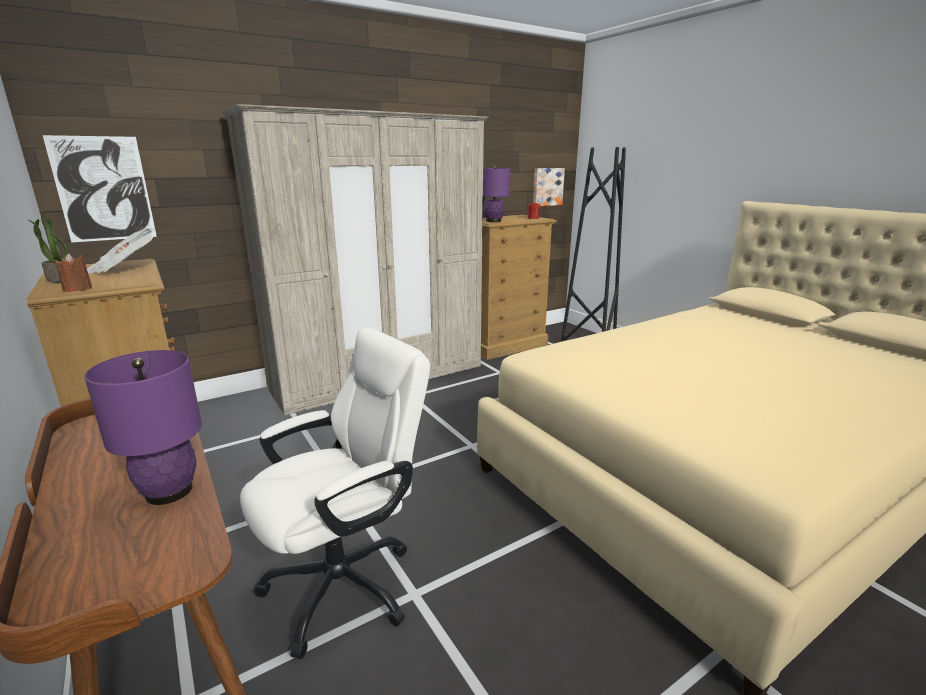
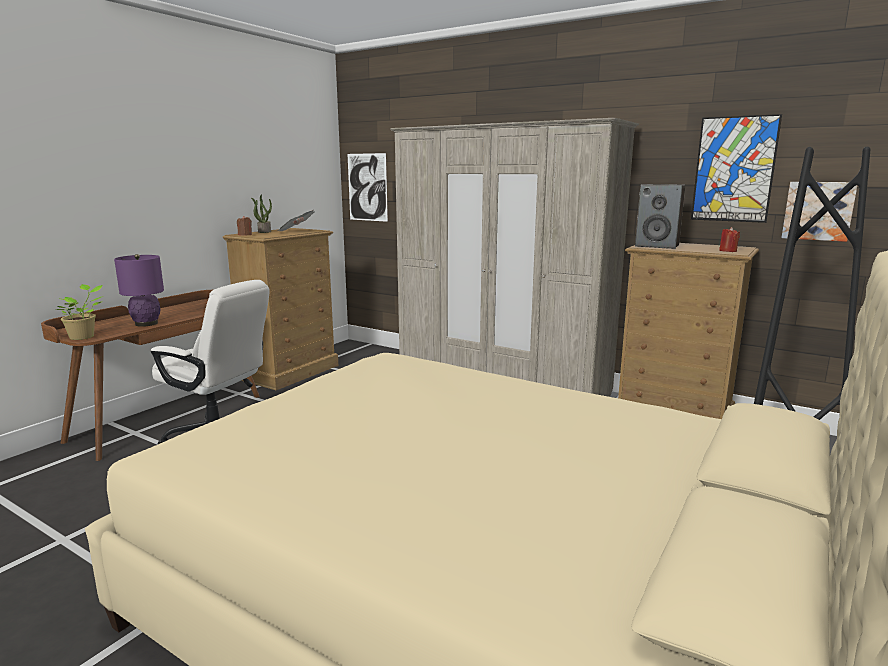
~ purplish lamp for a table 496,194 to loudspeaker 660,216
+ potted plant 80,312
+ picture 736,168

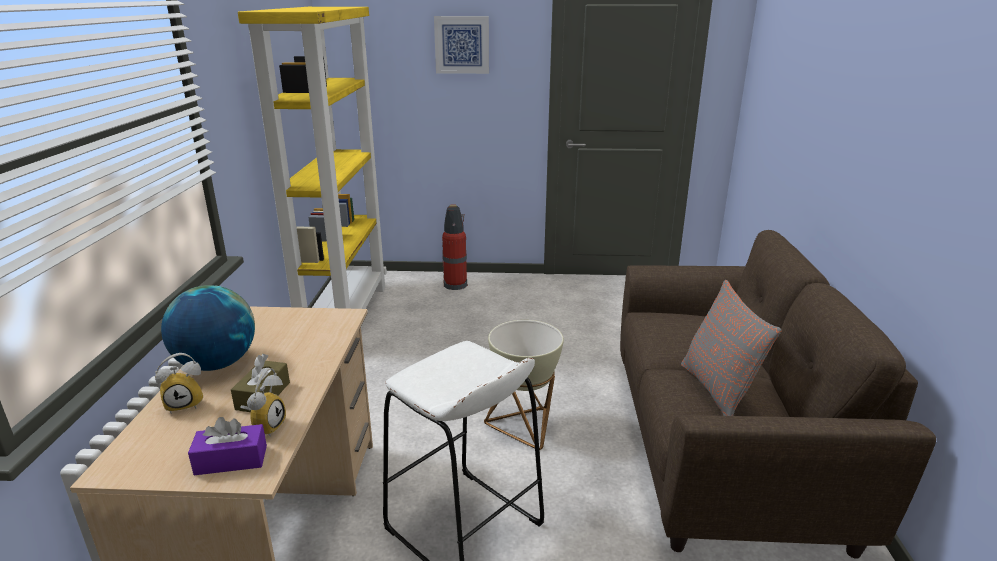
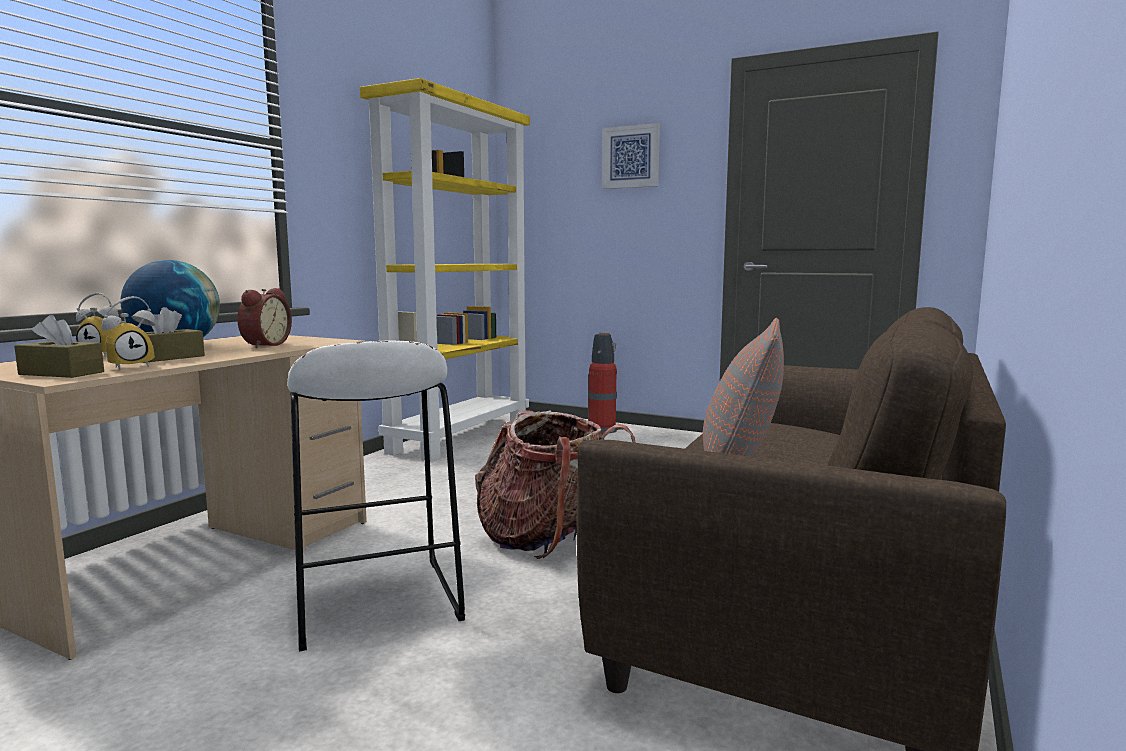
~ purplish tissue holder 227,446 to brown tissue holder 59,346
~ planter 524,385 to knapsack 555,484
+ bedside clock 264,318

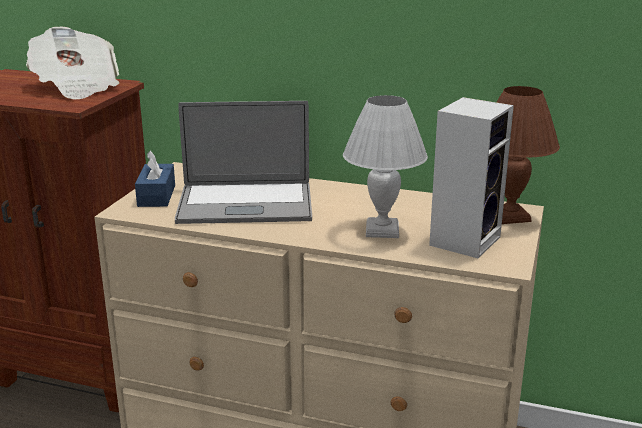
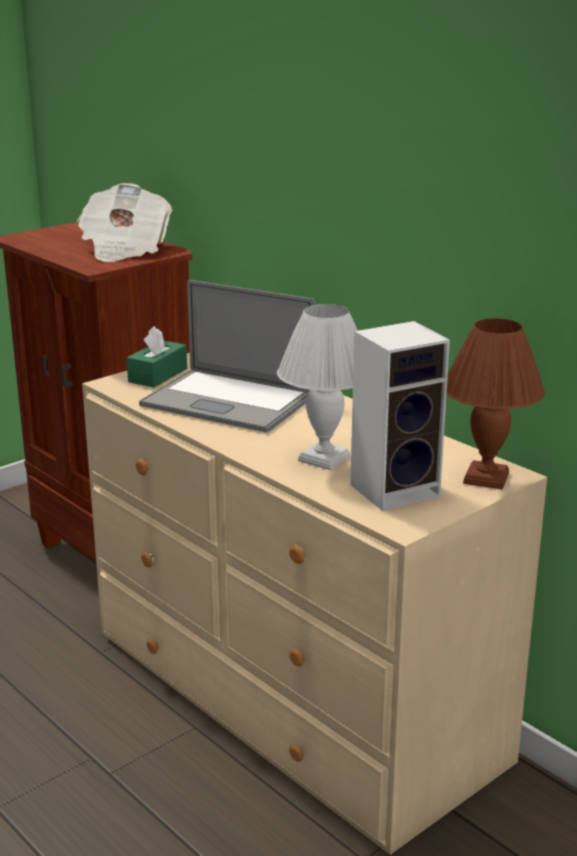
~ blue-coloured tissue holder 155,179 to greenish tissue holder 157,357

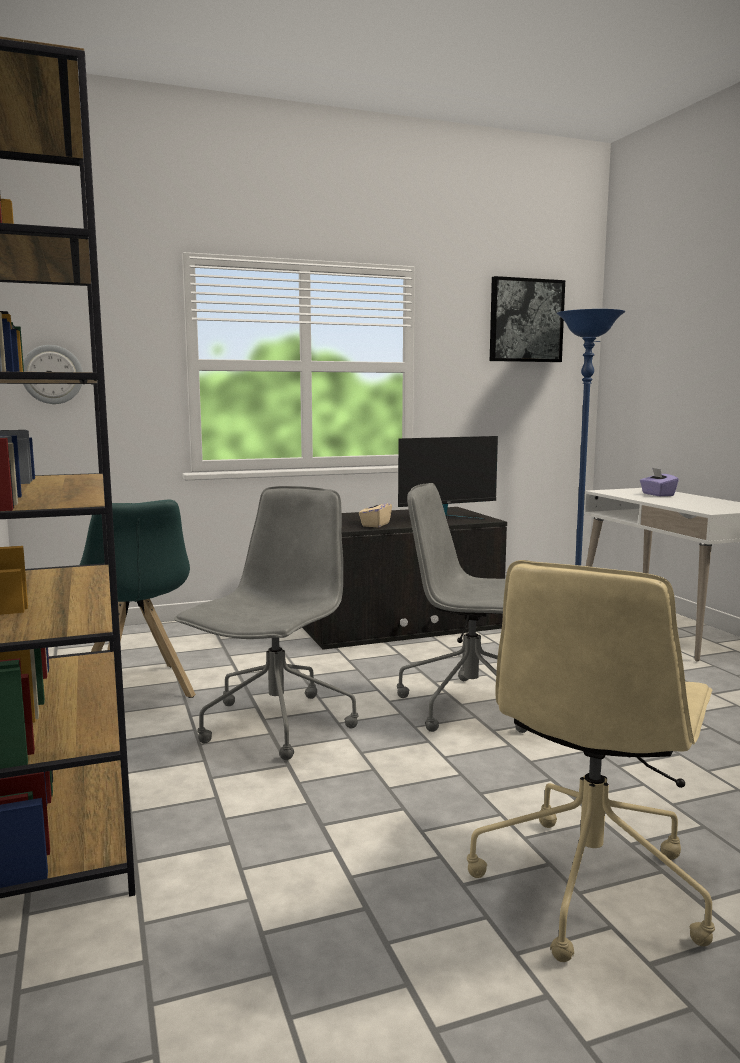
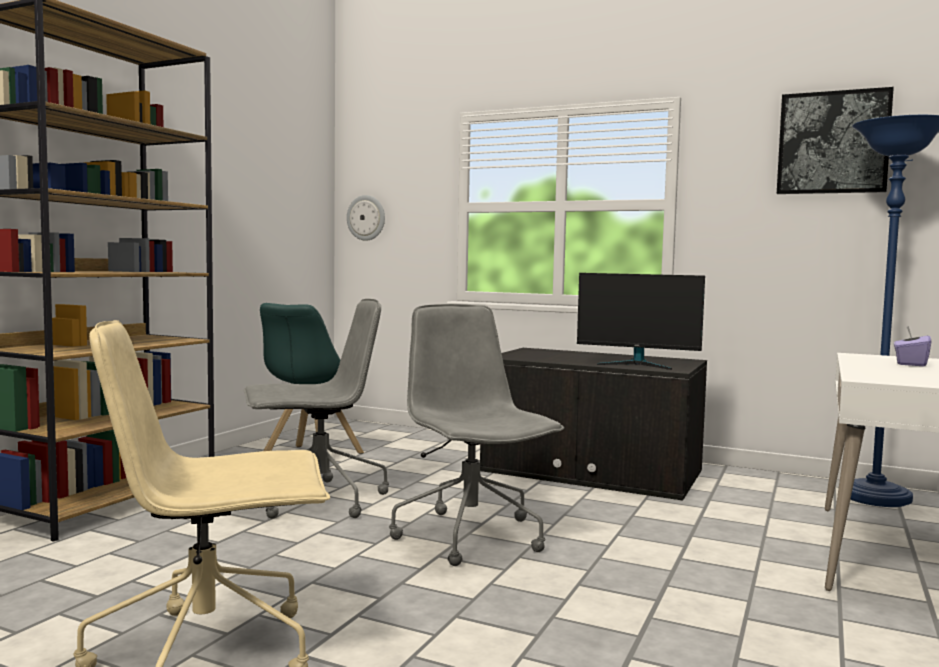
- beige-coloured tissue holder 375,511

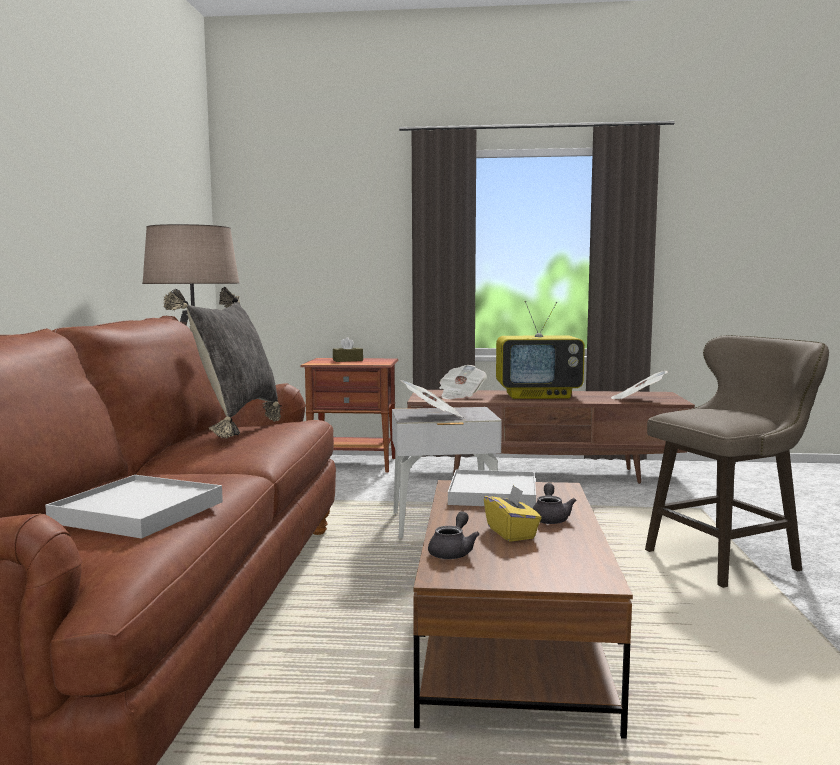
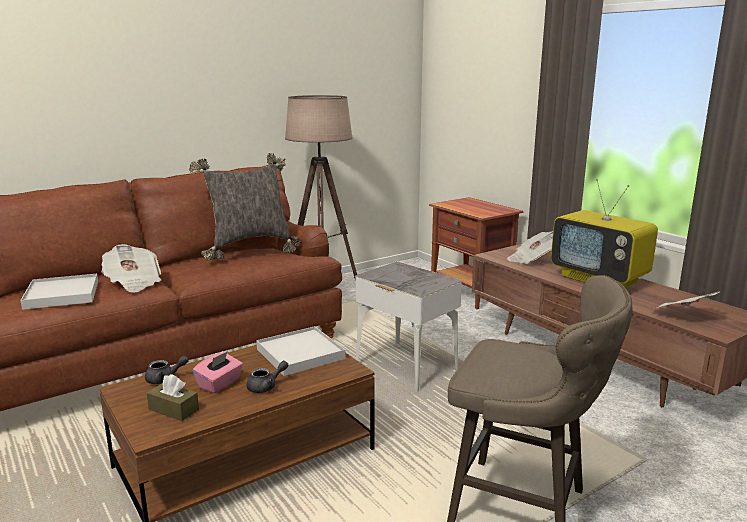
~ brown tissue holder 348,349 to 173,397
~ printed paper 432,399 to 131,268
~ yellowish tissue holder 513,513 to pinkish tissue holder 217,372

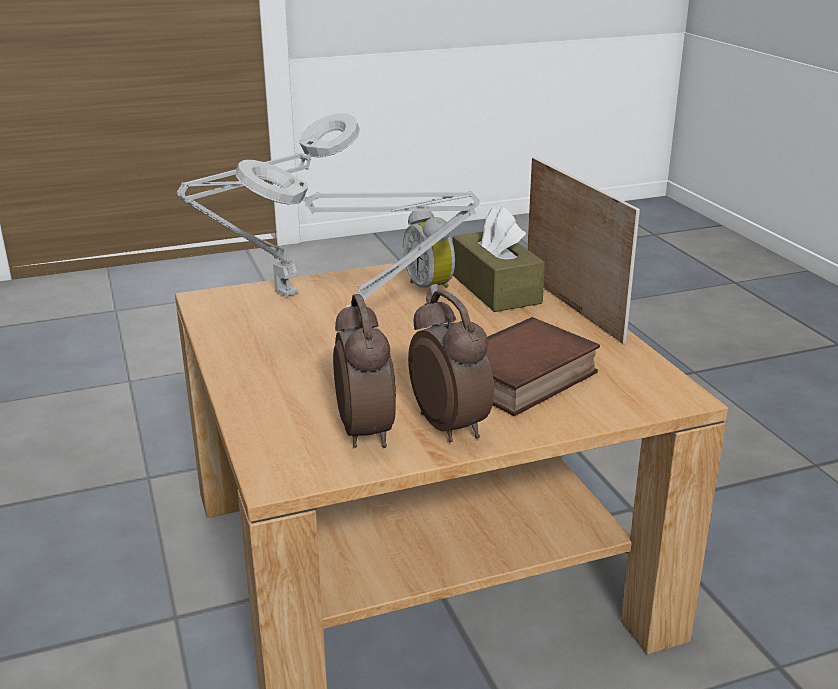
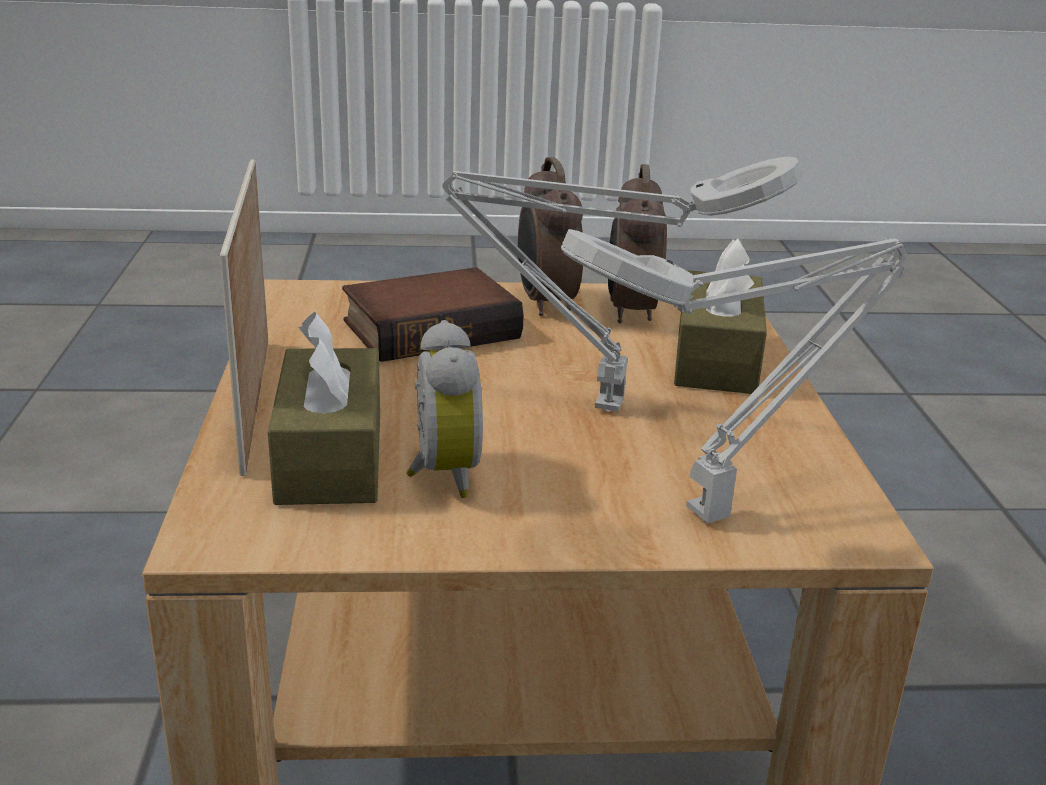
+ brown tissue holder 720,316

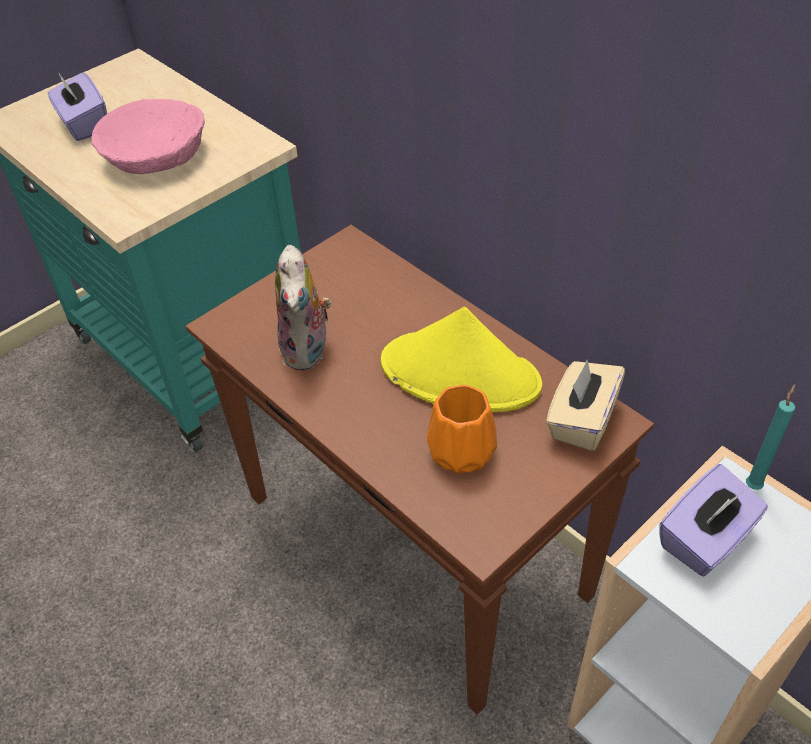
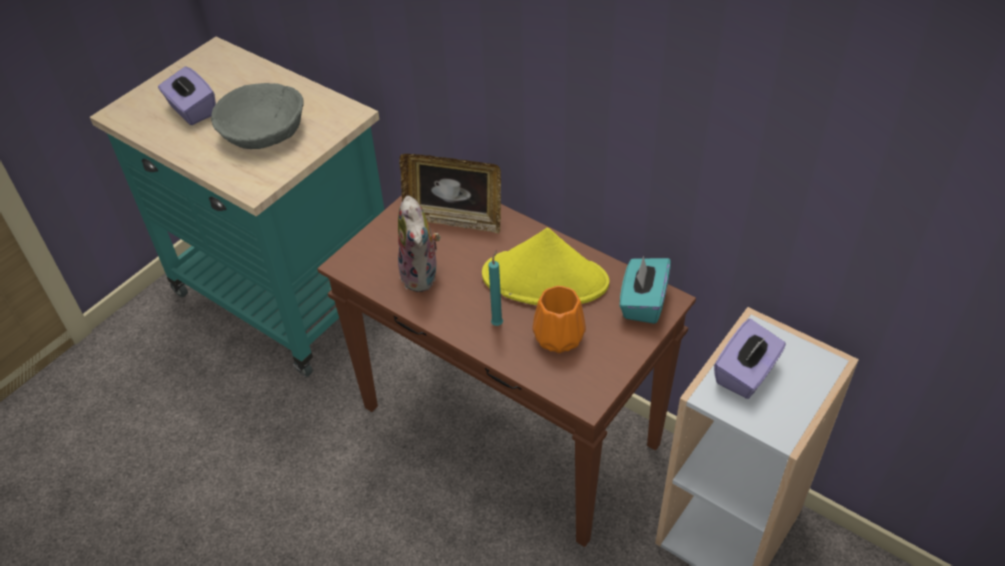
~ pinkish deep dish 148,136 to grey deep dish 257,116
~ beige-coloured tissue holder 585,405 to turquoise-coloured tissue holder 645,290
~ turquoise-coloured wax light 770,437 to 496,287
+ picture frame 450,194

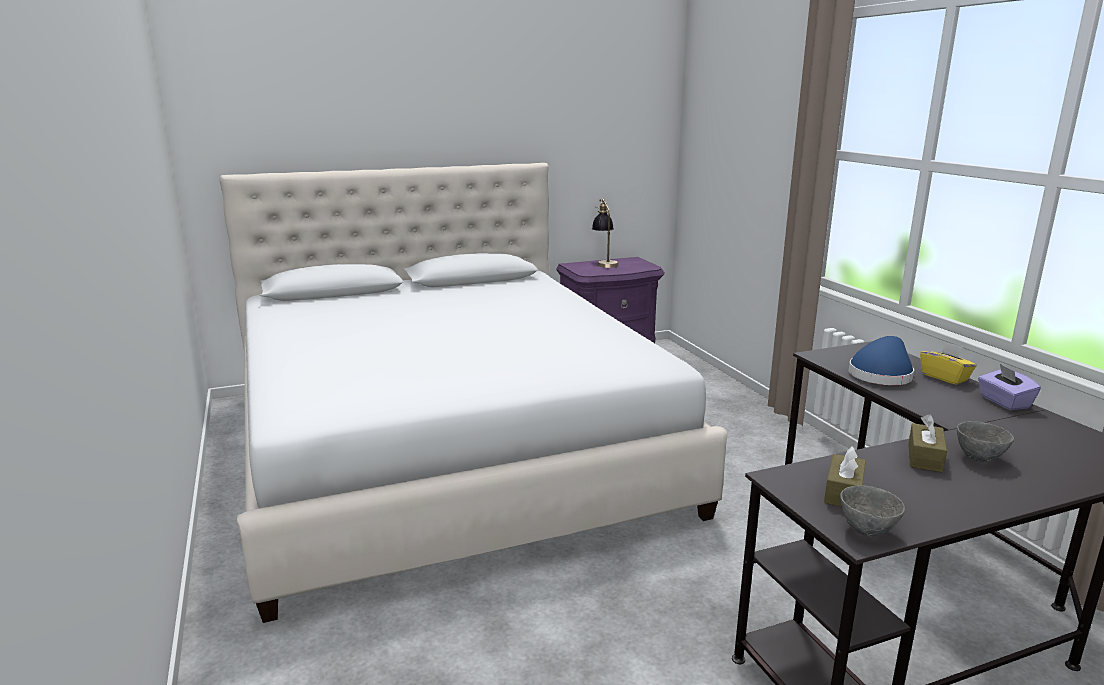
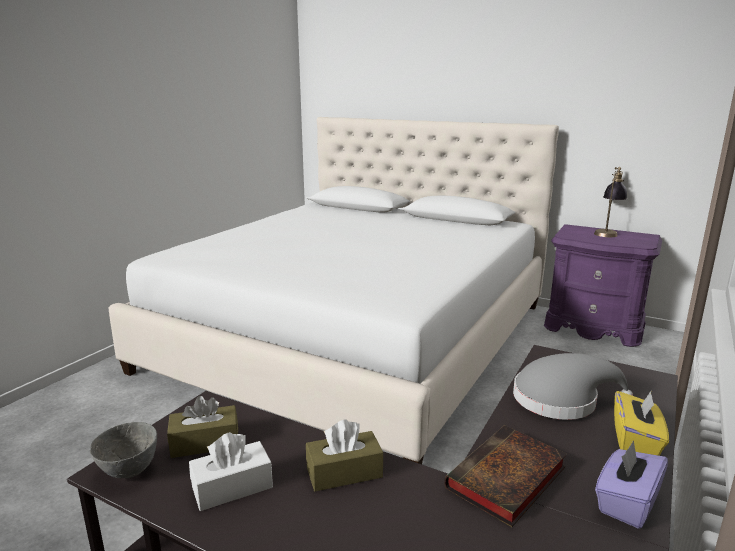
~ blue-coloured clothing hat 881,360 to grey clothing hat 573,386
- grey deep dish 985,441
+ white tissue holder 231,471
+ book 505,476

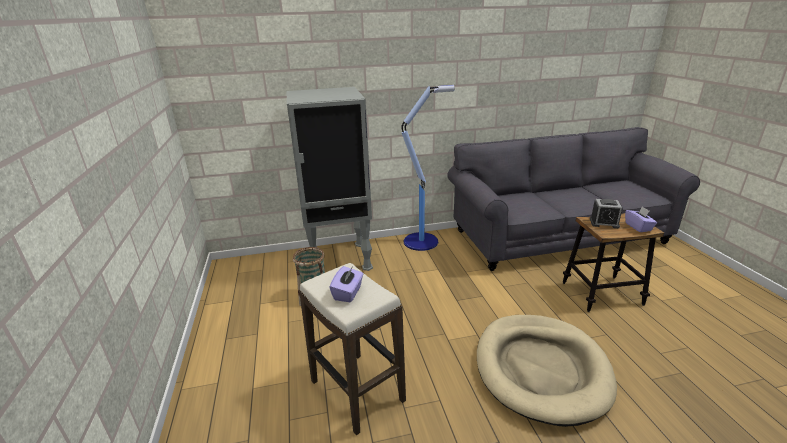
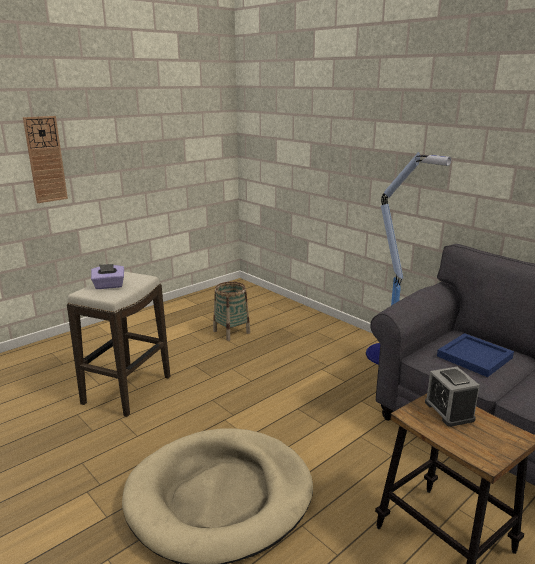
- grey storage cabinet 330,179
- purplish tissue holder 641,219
+ wall clock 45,159
+ blue-coloured carrying tray 475,355

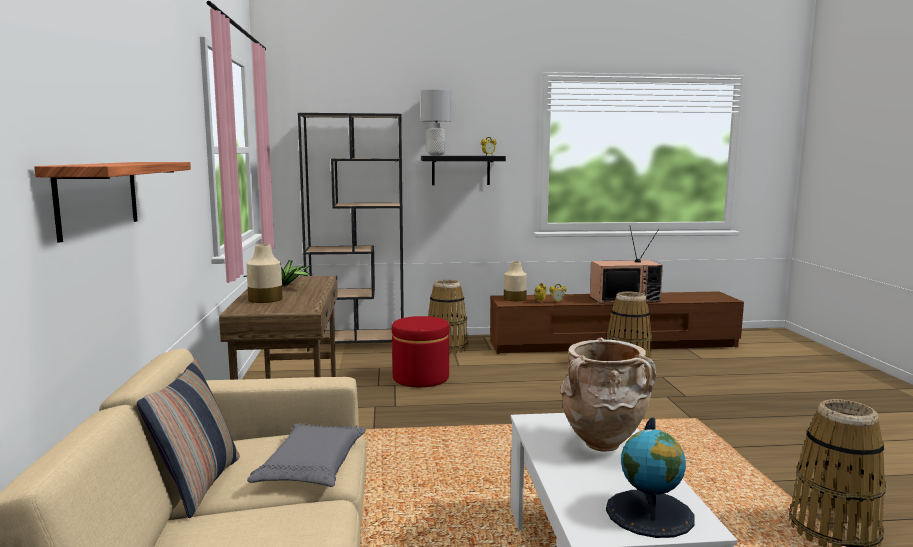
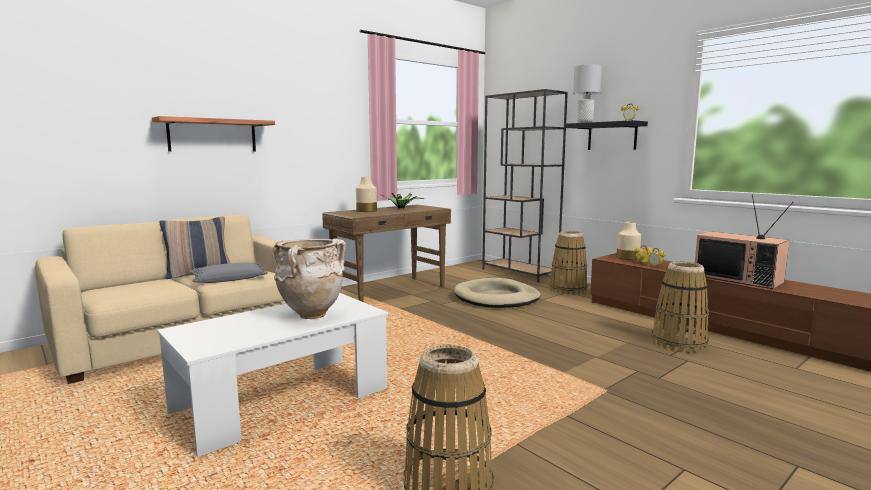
~ red footrest 421,351 to beige-coloured dog cushion 497,293
- desk globe 650,477

